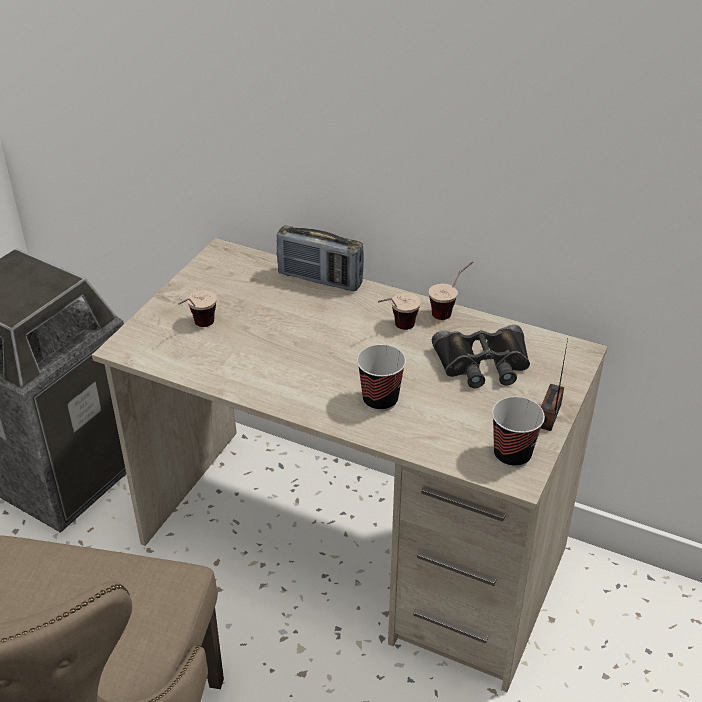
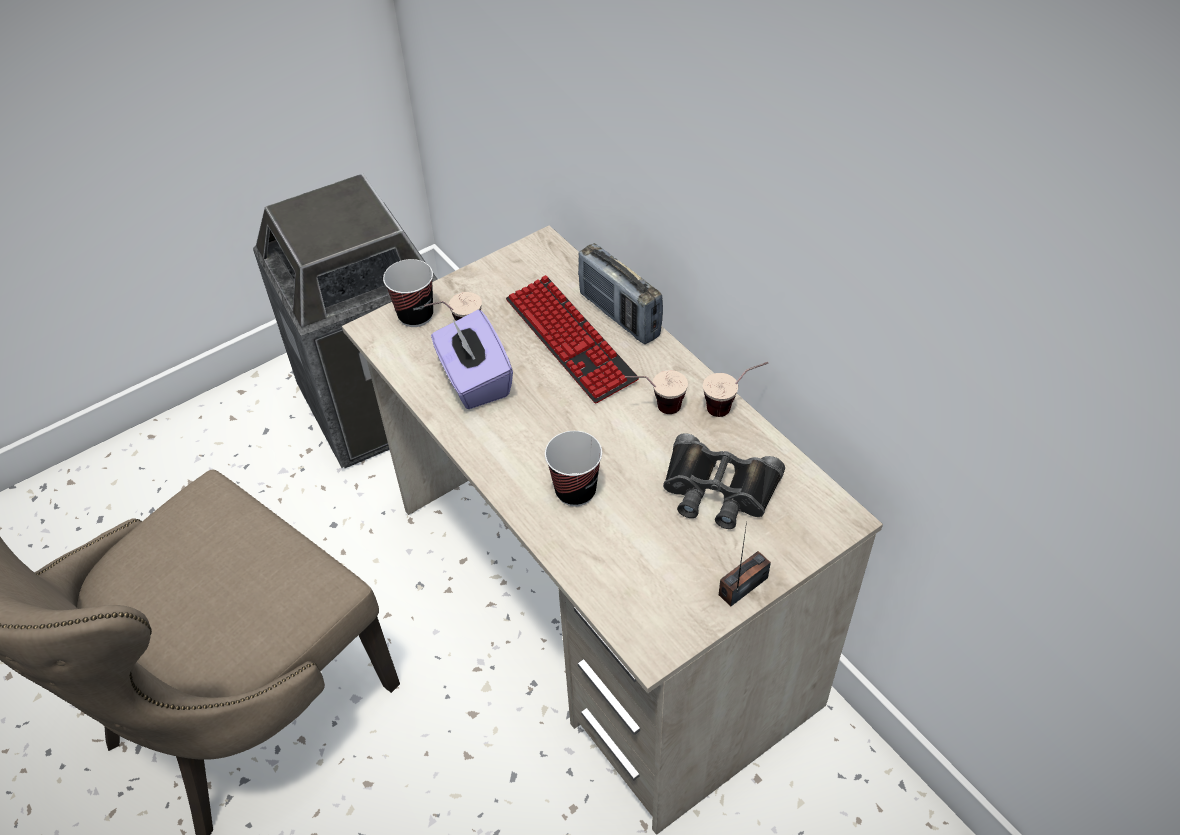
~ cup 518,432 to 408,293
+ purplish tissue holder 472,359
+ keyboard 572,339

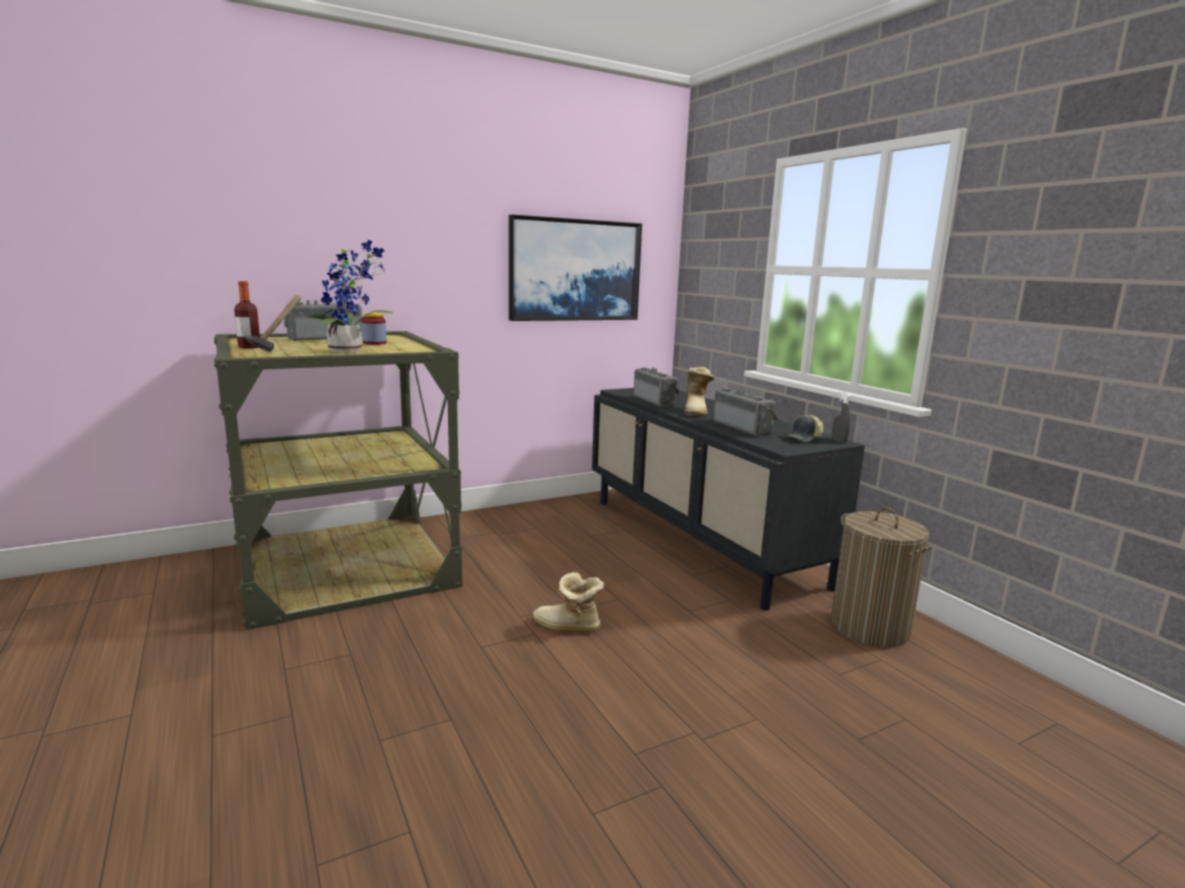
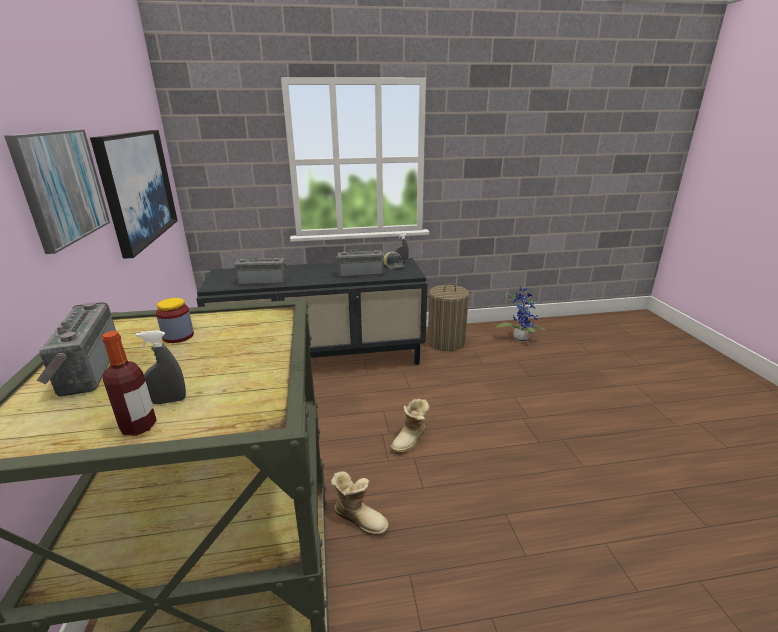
~ hand hammer 272,323 to grey sprayer 161,367
~ potted plant 350,296 to 521,314
~ high-top boot 699,392 to 360,503
+ picture 57,192

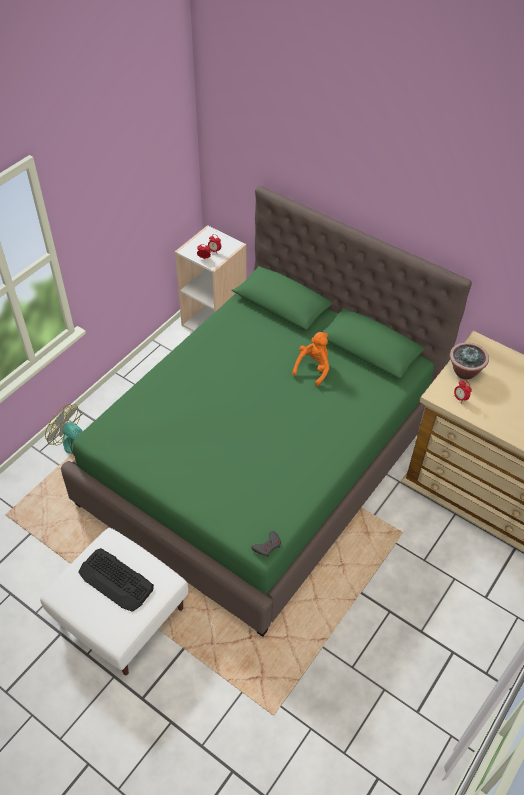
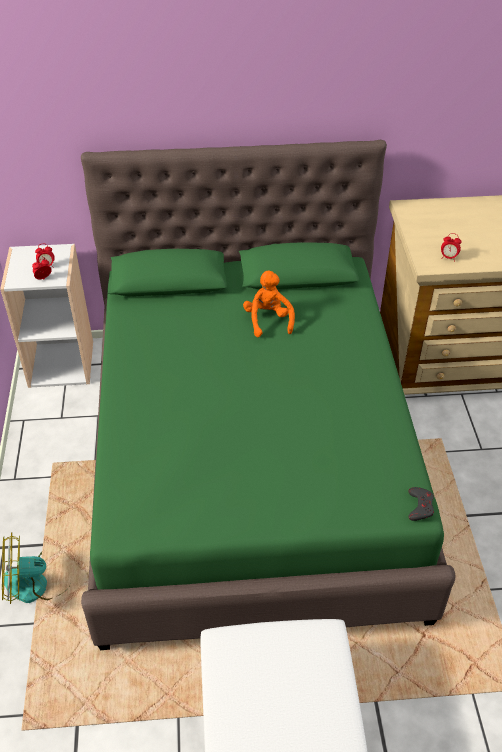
- keyboard 116,580
- potted plant 469,361

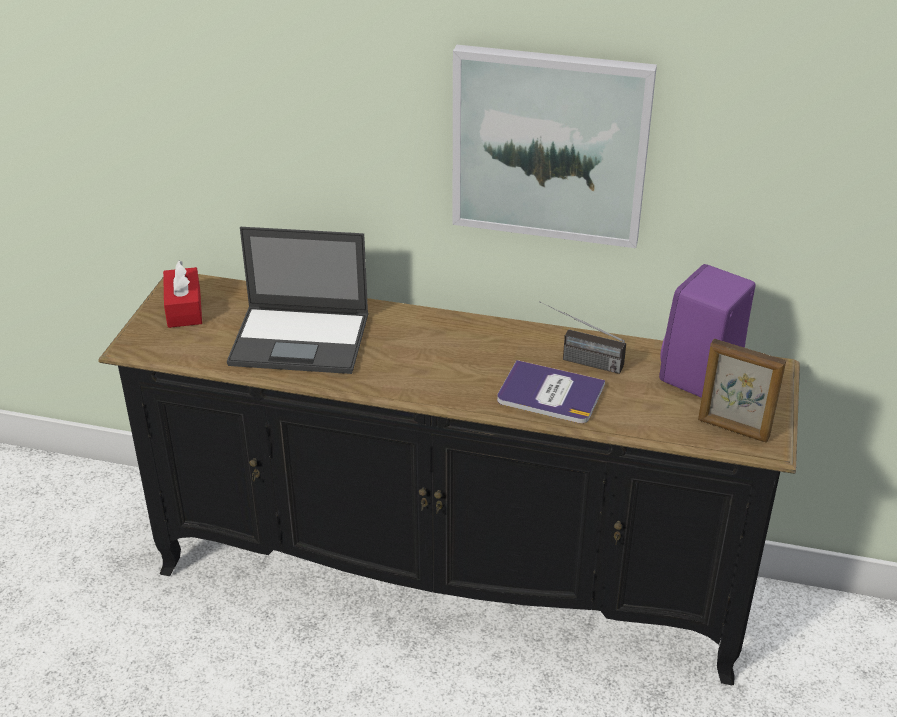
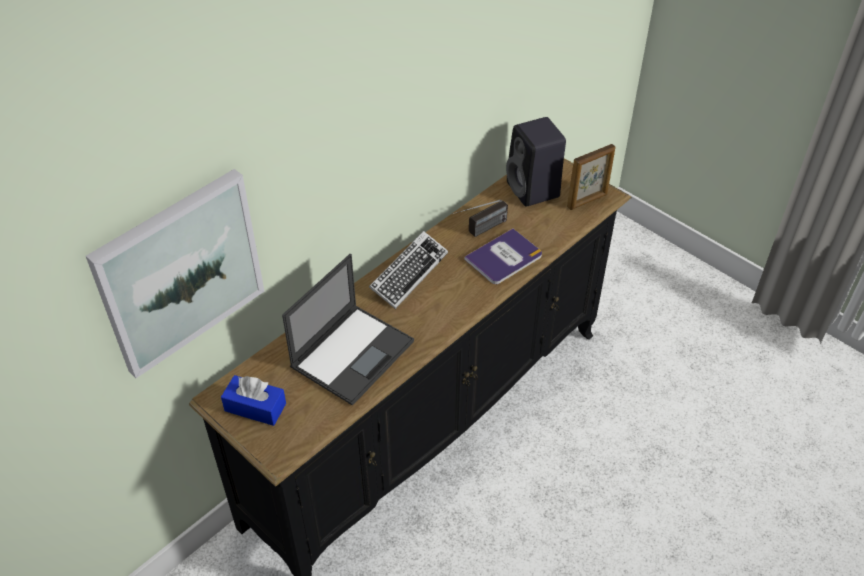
~ red tissue holder 182,294 to blue-coloured tissue holder 253,400
~ picture 555,146 to 175,273
~ purplish loudspeaker 707,331 to black loudspeaker 536,162
+ keyboard 408,270

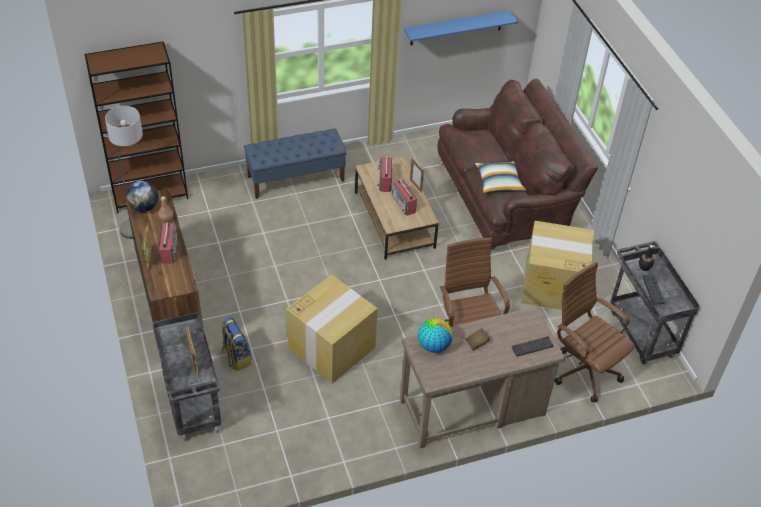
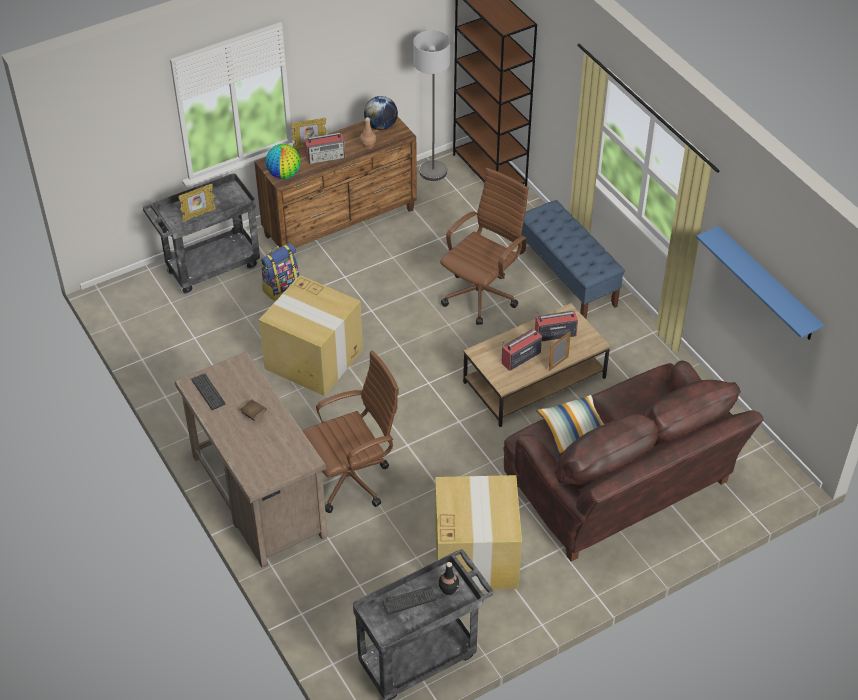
~ desk globe 435,335 to 283,161
~ keyboard 533,346 to 208,391
~ brown office chair 595,332 to 484,246

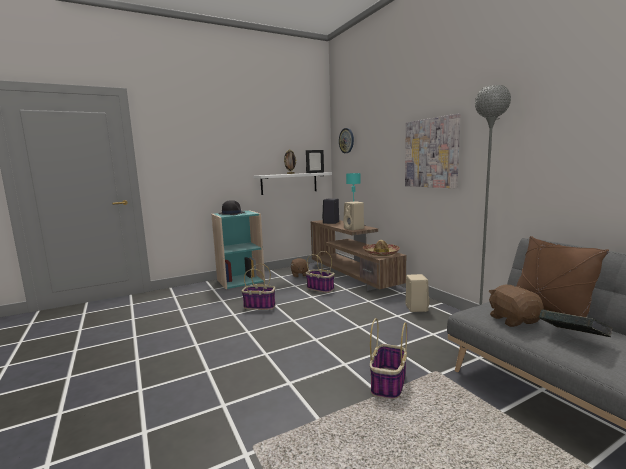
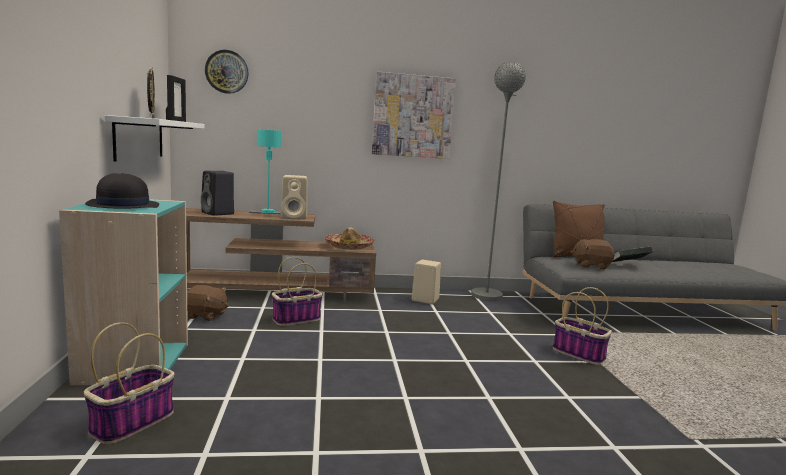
~ basket 259,287 to 129,383

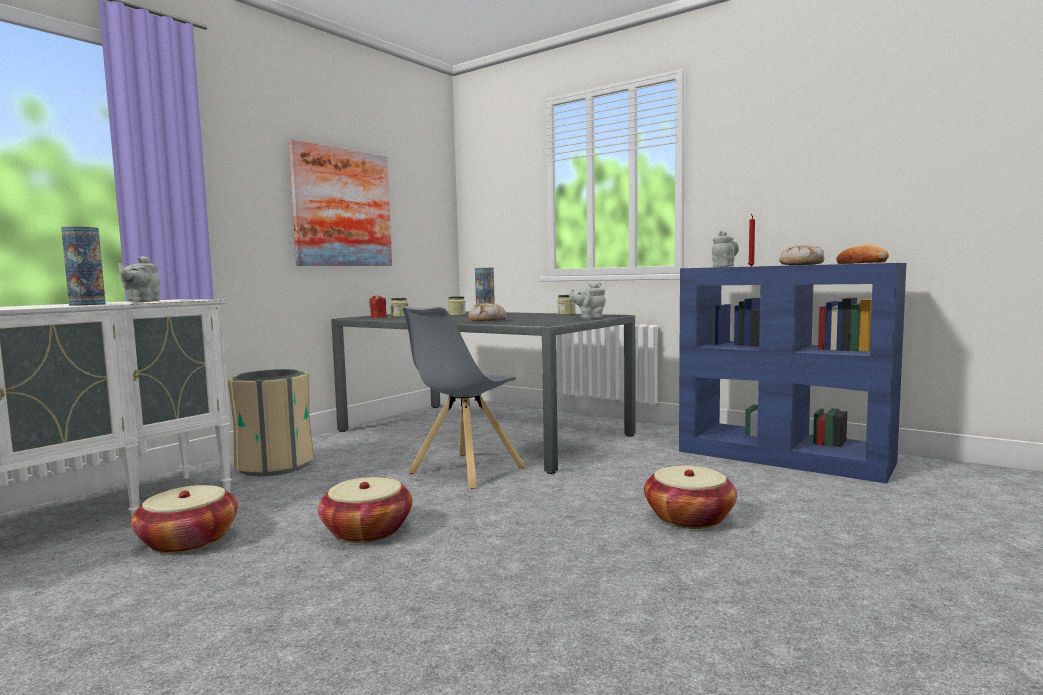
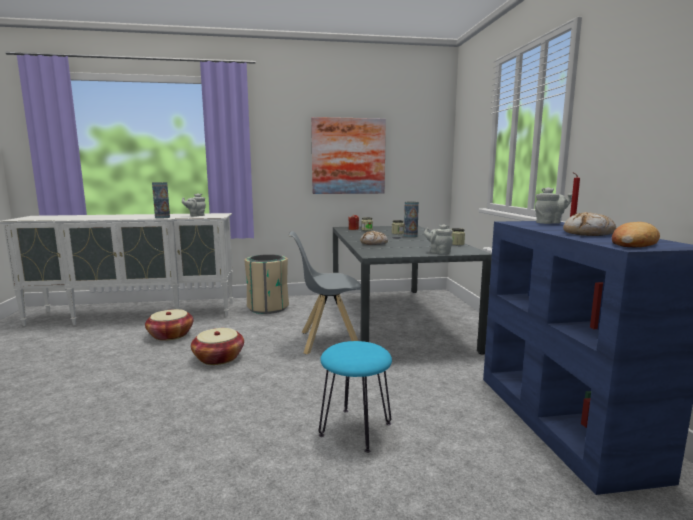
~ basket 690,497 to turquoise-coloured sitting stool 355,397

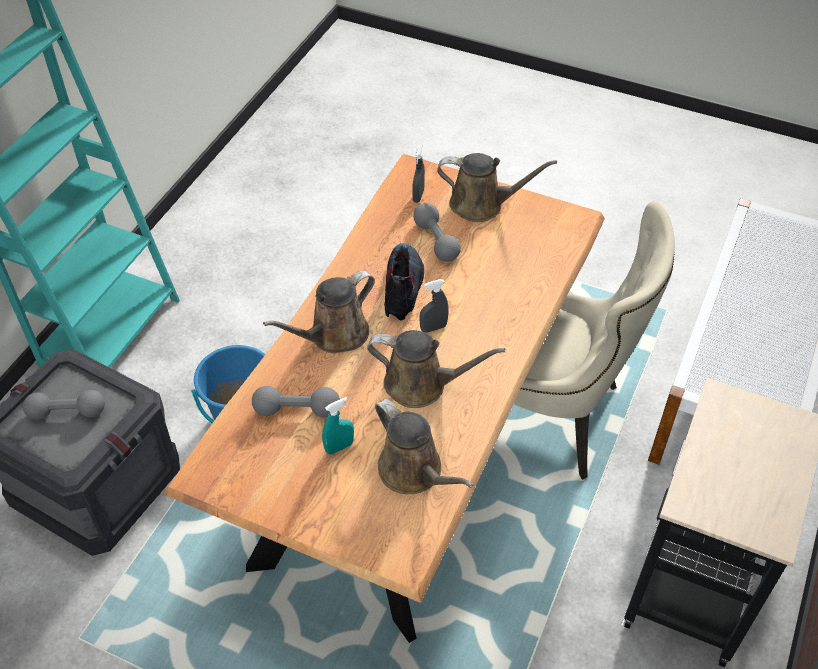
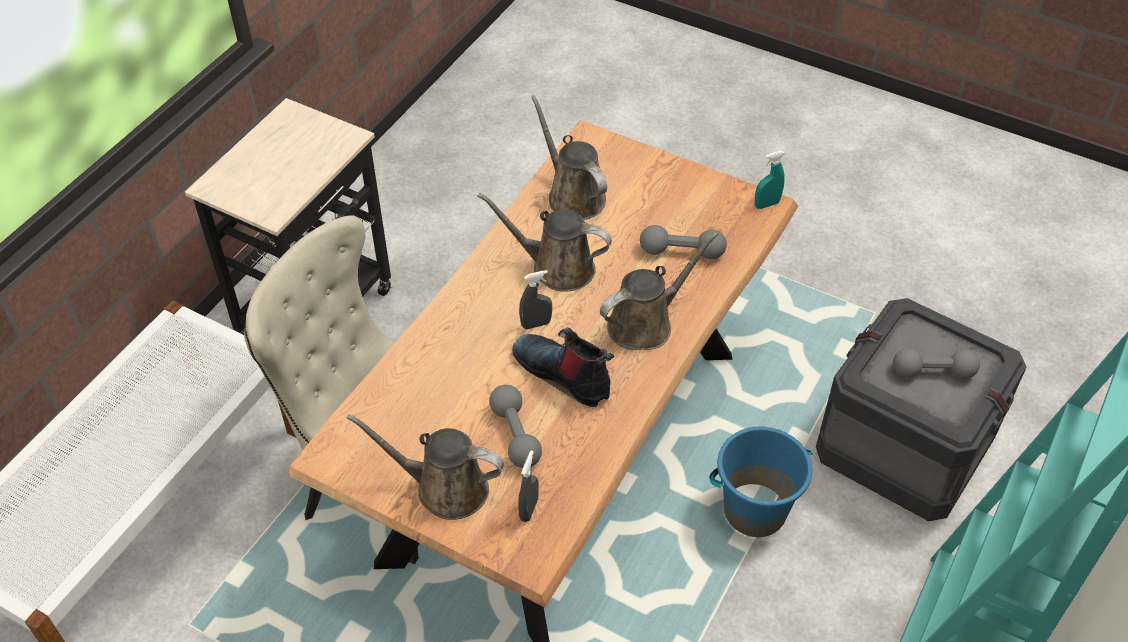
~ turquoise-coloured sprayer 338,426 to 770,180
~ high-top boot 404,281 = 563,367 120 degrees clockwise

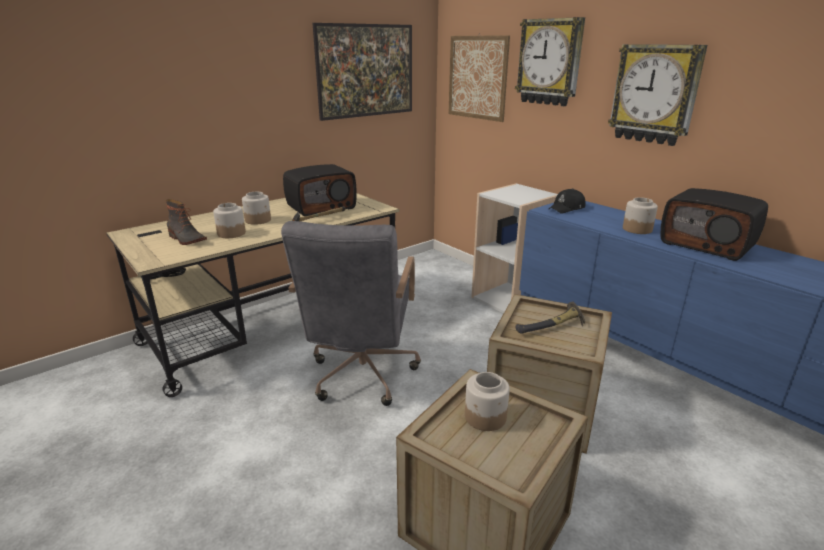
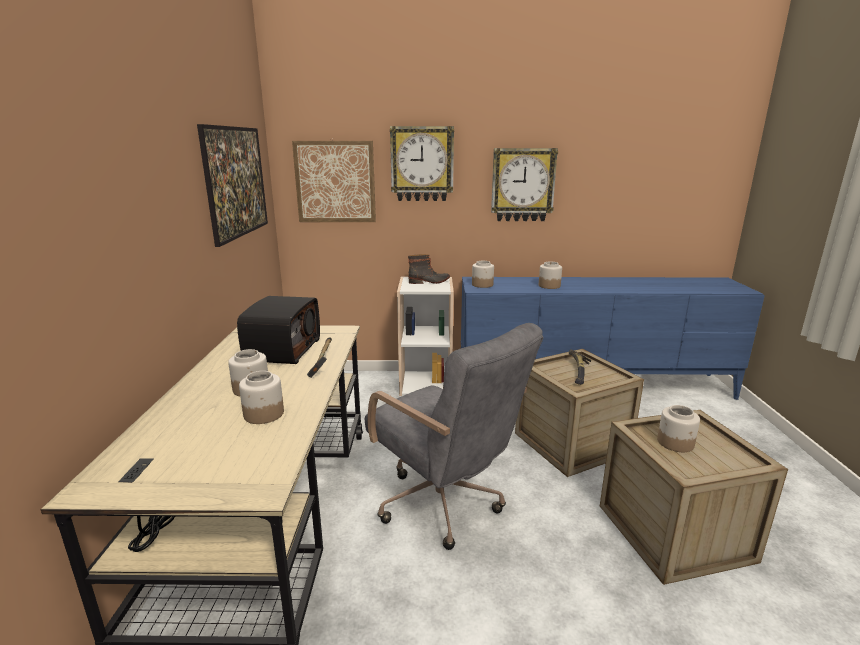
~ high-top boot 186,222 to 429,269
~ black peaked cap 566,201 to jar 483,274
- radio set 714,224

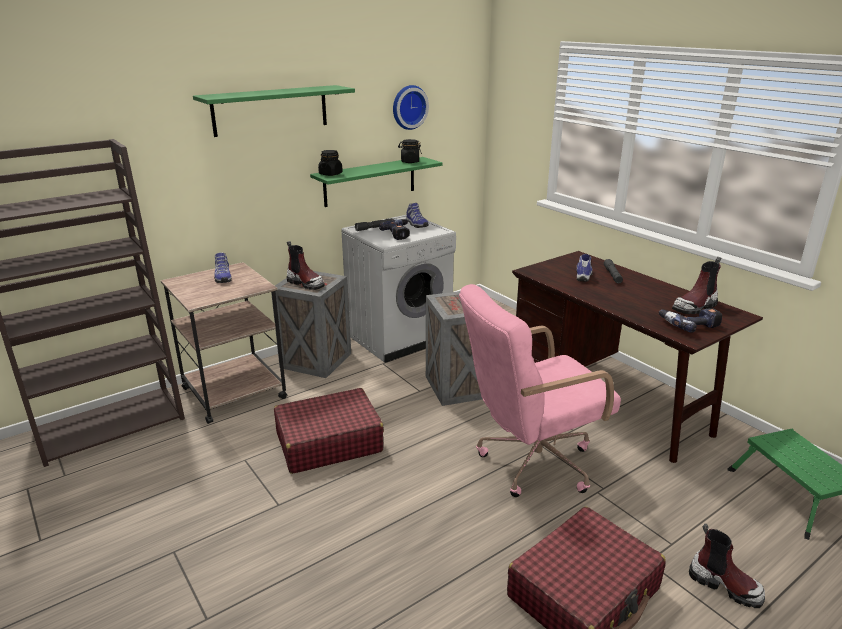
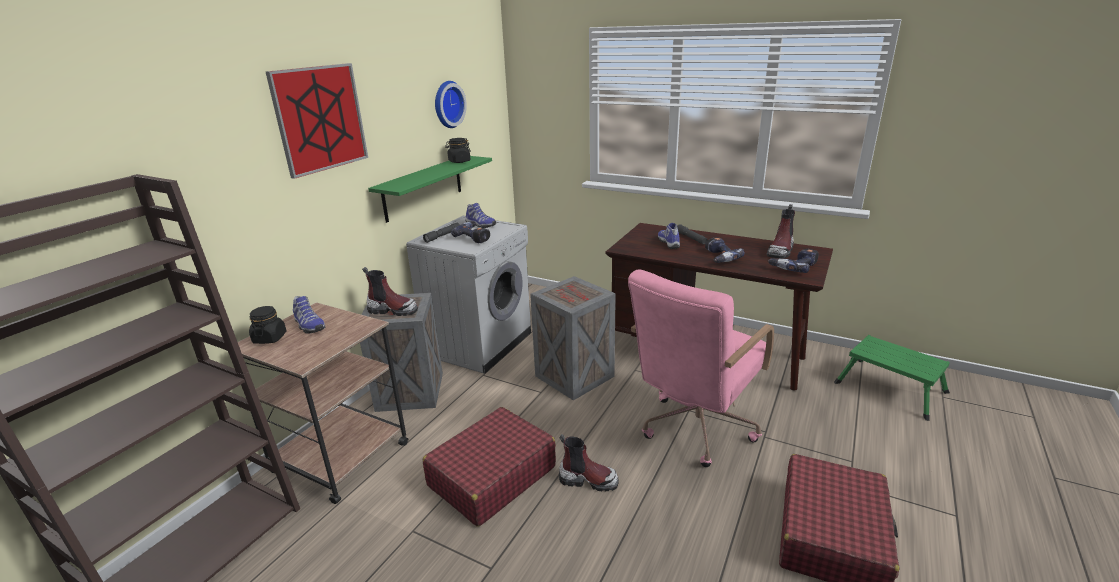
~ greenish bracket shelf 274,111 to picture 317,121
~ black jar 330,163 to 268,325
~ high-top boot 727,565 to 589,462
+ power drill 725,250

